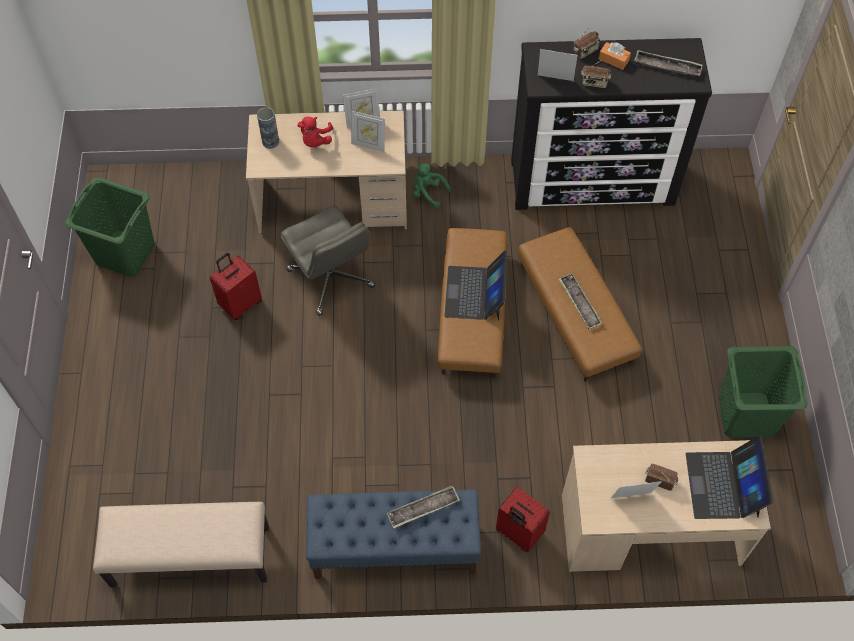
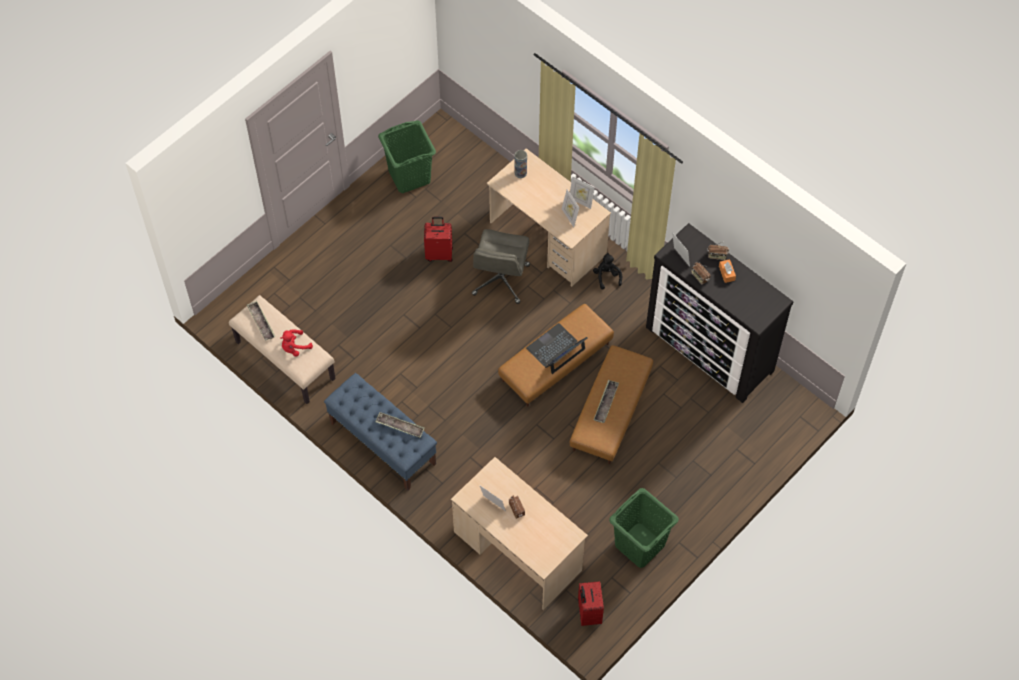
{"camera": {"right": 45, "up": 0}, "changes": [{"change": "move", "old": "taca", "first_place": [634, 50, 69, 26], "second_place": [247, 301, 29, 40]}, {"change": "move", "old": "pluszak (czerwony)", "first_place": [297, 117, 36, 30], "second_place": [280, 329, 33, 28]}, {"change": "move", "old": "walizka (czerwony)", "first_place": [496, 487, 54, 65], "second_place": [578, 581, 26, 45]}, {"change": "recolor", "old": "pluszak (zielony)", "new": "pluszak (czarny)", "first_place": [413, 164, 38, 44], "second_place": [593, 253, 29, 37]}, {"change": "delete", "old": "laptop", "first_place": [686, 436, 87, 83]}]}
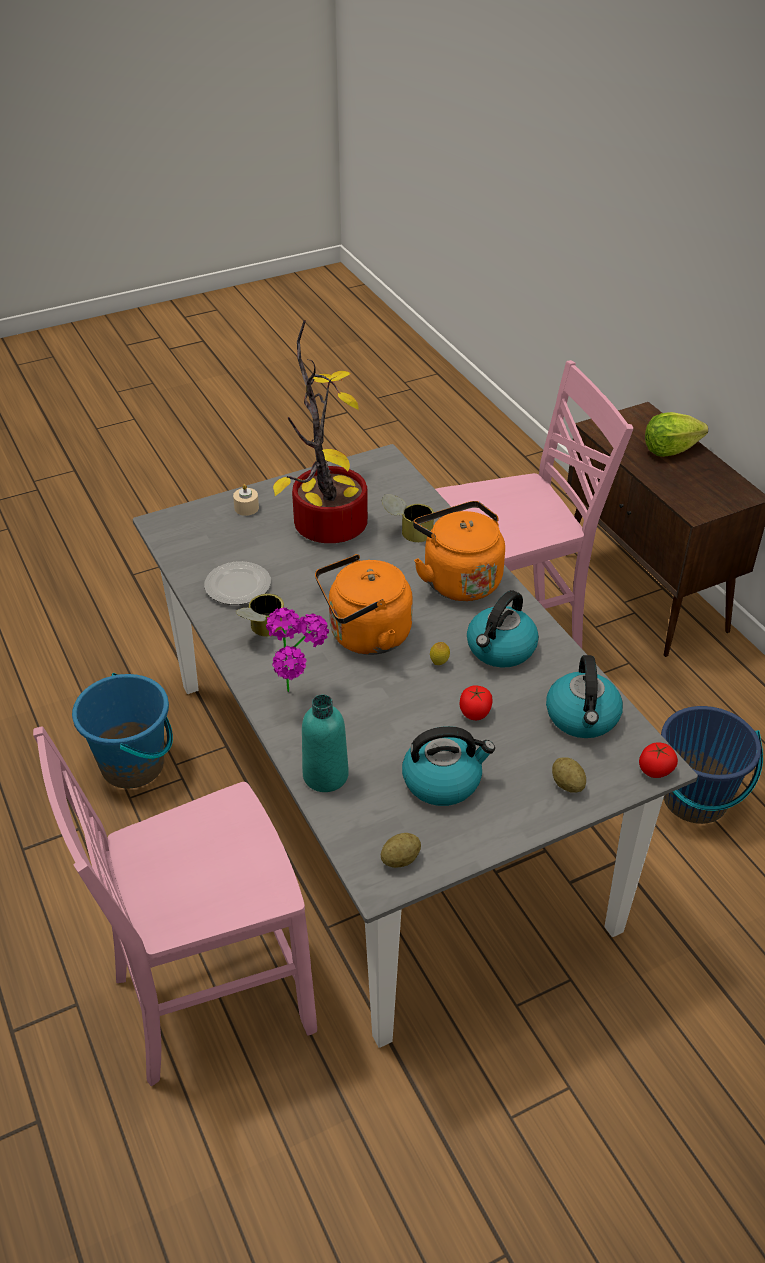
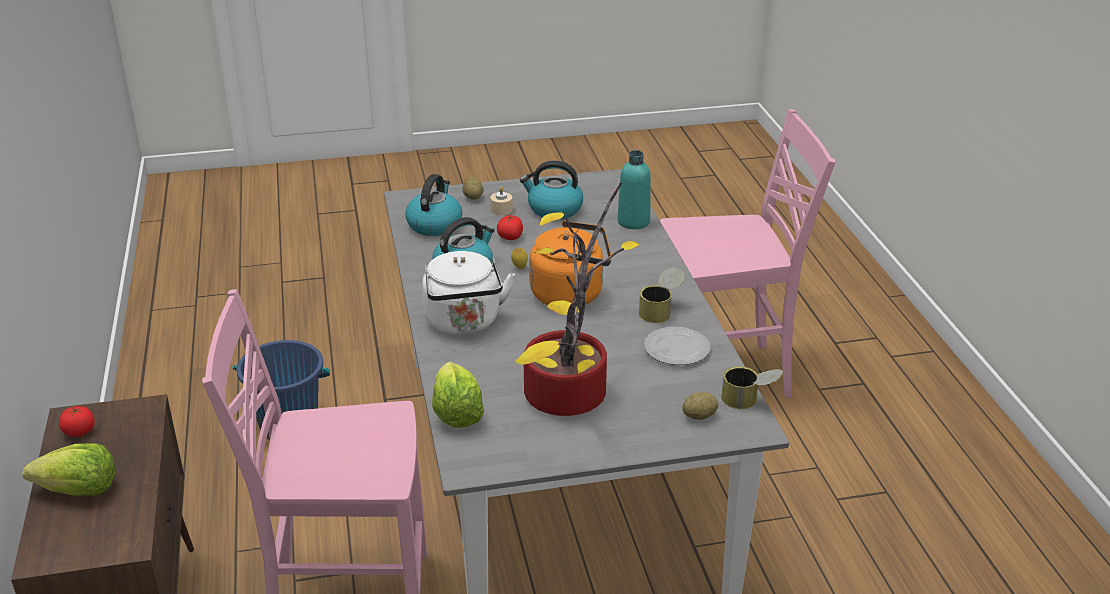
{"camera": {"right": -165, "up": -10}, "changes": [{"change": "move", "old": "pomidor", "first_place": [639, 742, 39, 36], "second_place": [59, 406, 36, 31]}, {"change": "recolor", "old": "czajnik (pomarańczowy)", "new": "czajnik (biały)", "first_place": [413, 501, 92, 100], "second_place": [422, 251, 93, 84]}, {"change": "insert", "new": "sałata", "second_place": [432, 362, 52, 66]}, {"change": "move", "old": "świeca (beżowy)", "first_place": [233, 484, 26, 32], "second_place": [490, 187, 23, 28]}, {"change": "move", "old": "ziemniak", "first_place": [381, 833, 40, 35], "second_place": [682, 392, 36, 28]}, {"change": "move", "old": "puszka", "first_place": [382, 494, 52, 48], "second_place": [721, 366, 62, 43]}, {"change": "delete", "old": "wiadro (niebieski)", "first_place": [72, 673, 101, 116]}, {"change": "delete", "old": "roślina doniczkowa", "first_place": [266, 607, 63, 85]}]}
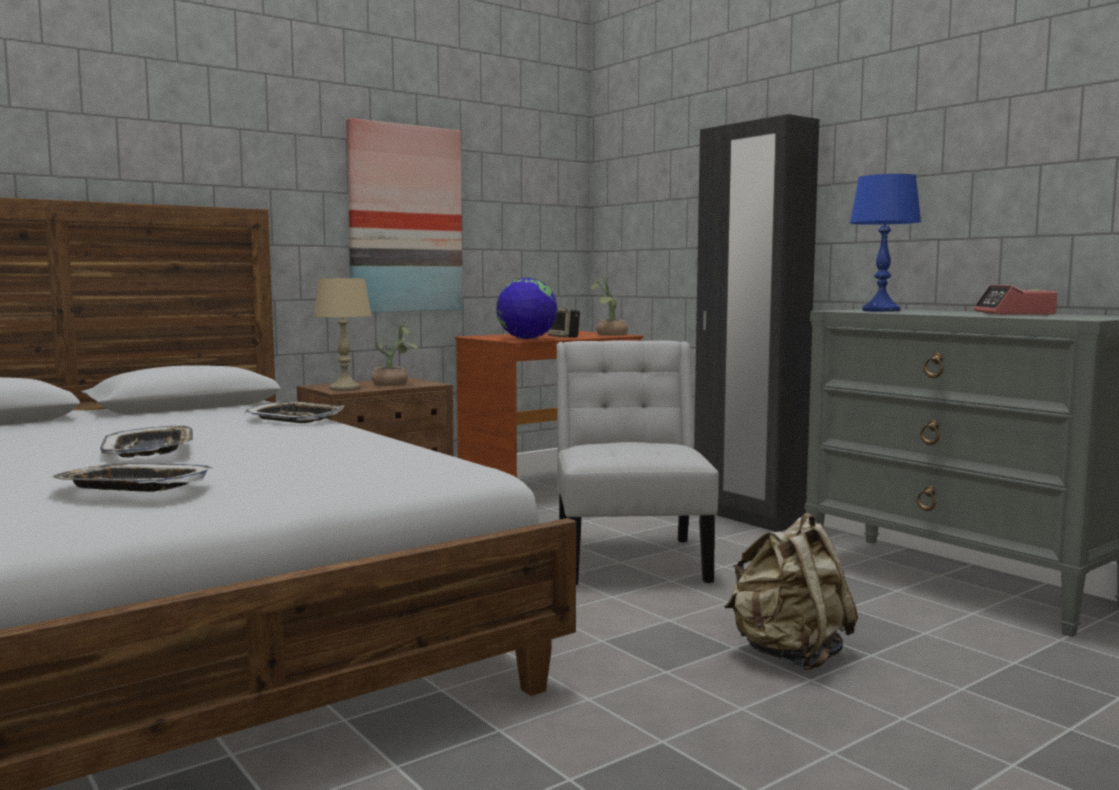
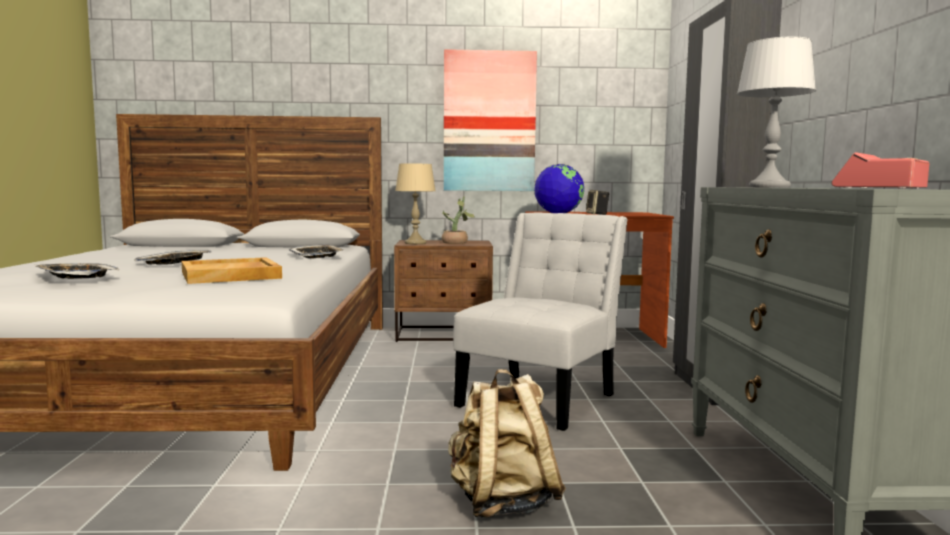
{"camera": {"right": 35, "up": 0}, "changes": [{"change": "insert", "new": "taca (beżowy)", "second_place": [182, 257, 100, 27]}, {"change": "recolor", "old": "lampa stołowa (niebieski)", "new": "lampa stołowa (szary)", "first_place": [850, 174, 71, 138], "second_place": [737, 37, 79, 150]}, {"change": "delete", "old": "roślina doniczkowa", "first_place": [591, 278, 37, 58]}]}
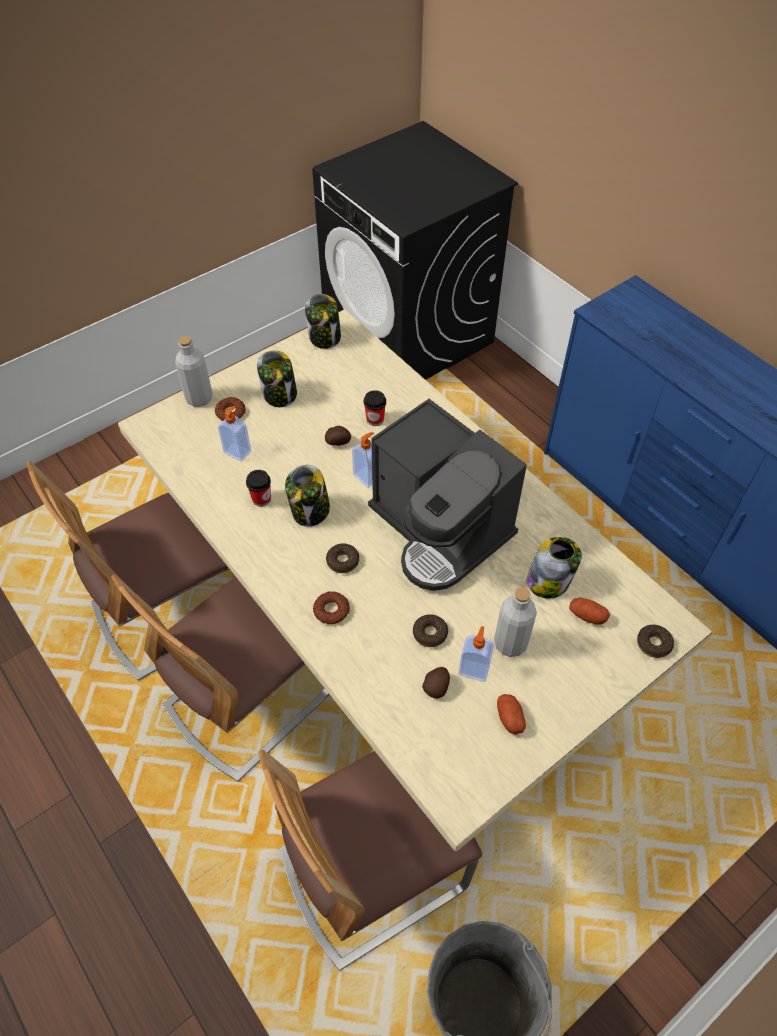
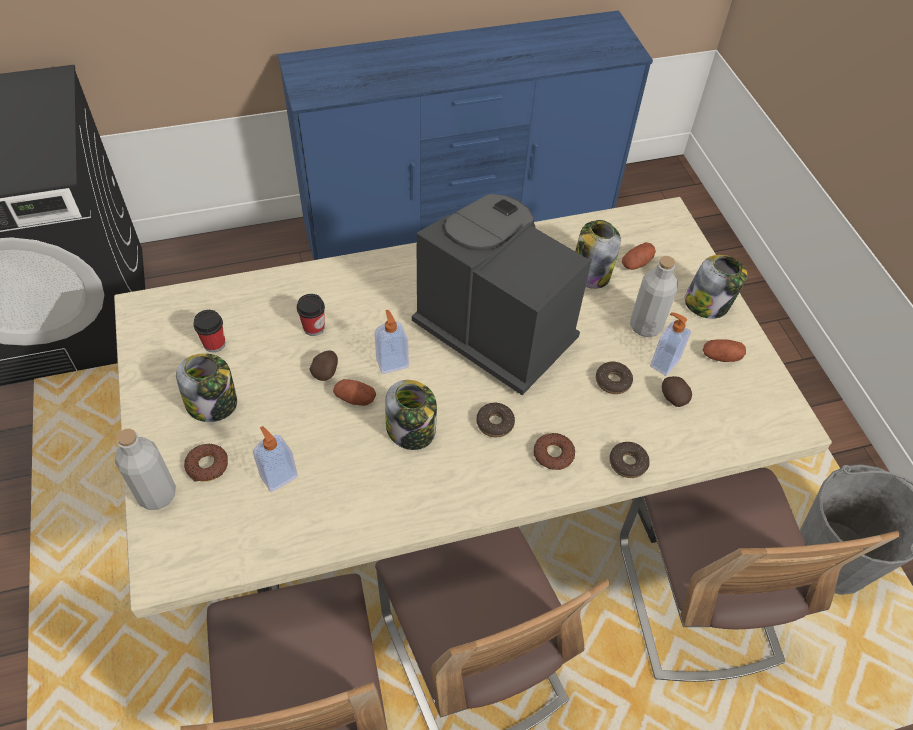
{"camera": {"right": -70, "up": 0}, "changes": [{"change": "move", "old": "filiżanka", "first_place": [246, 470, 25, 37], "second_place": [193, 310, 32, 42]}, {"change": "insert", "new": "ziemniak", "second_place": [333, 379, 43, 27]}, {"change": "rotate", "old": "ekspres do kawy", "first_place": [368, 399, 159, 192], "second_place": [412, 194, 180, 201], "degrees": -120}, {"change": "move", "old": "donut", "first_place": [637, 625, 37, 33], "second_place": [609, 442, 41, 36]}, {"change": "move", "old": "słoik", "first_place": [305, 294, 36, 55], "second_place": [684, 255, 63, 64]}]}
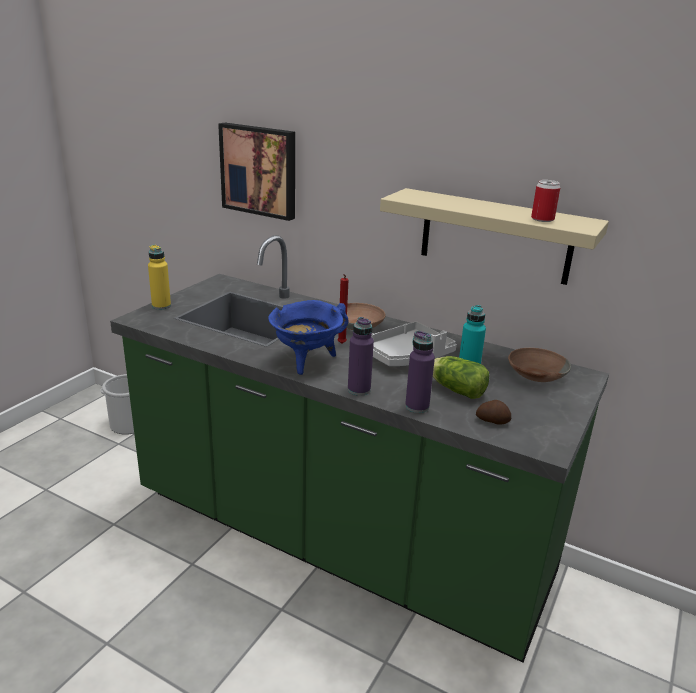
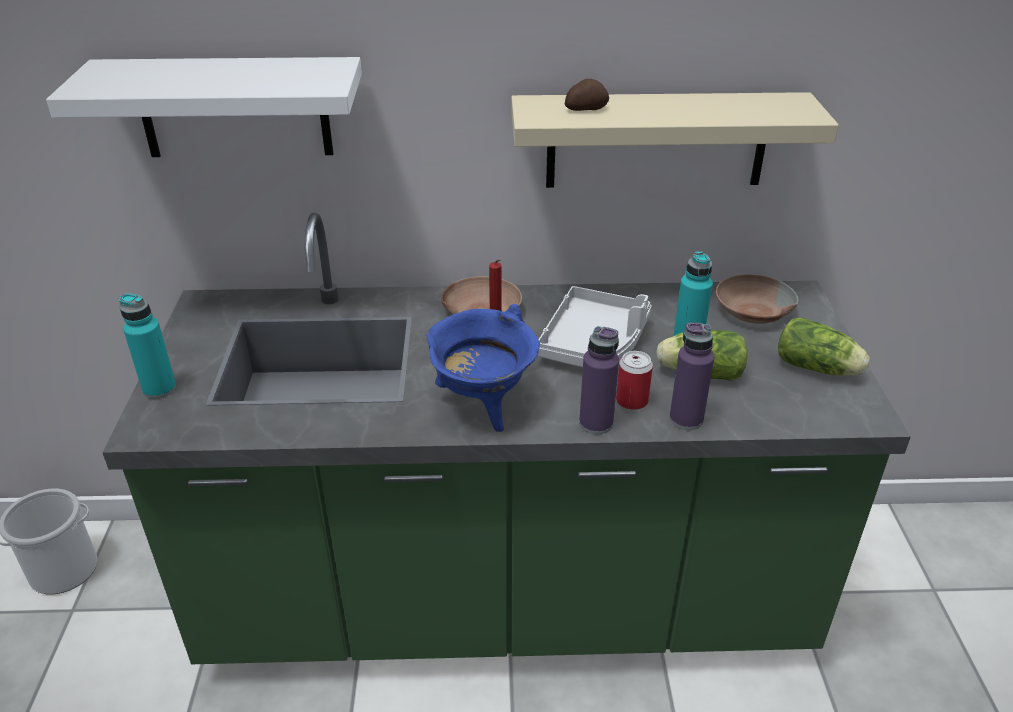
{"camera": {"right": -30, "up": 10}, "changes": [{"change": "replace", "old": "obraz", "new": "półka (biały)", "first_place": [218, 123, 77, 98], "second_place": [46, 57, 316, 100]}, {"change": "recolor", "old": "butelka (żółty)", "new": "butelka (turkusowy)", "first_place": [148, 245, 23, 65], "second_place": [119, 293, 57, 106]}, {"change": "move", "old": "ziemniak", "first_place": [476, 400, 35, 25], "second_place": [565, 79, 44, 32]}, {"change": "move", "old": "puszka", "first_place": [531, 180, 29, 42], "second_place": [616, 351, 37, 59]}, {"change": "insert", "new": "sałata", "second_place": [778, 317, 92, 59]}]}
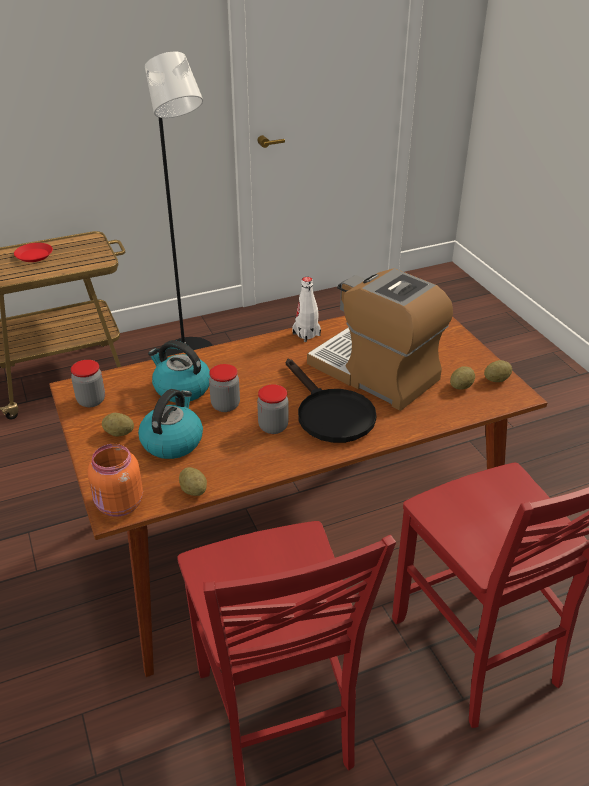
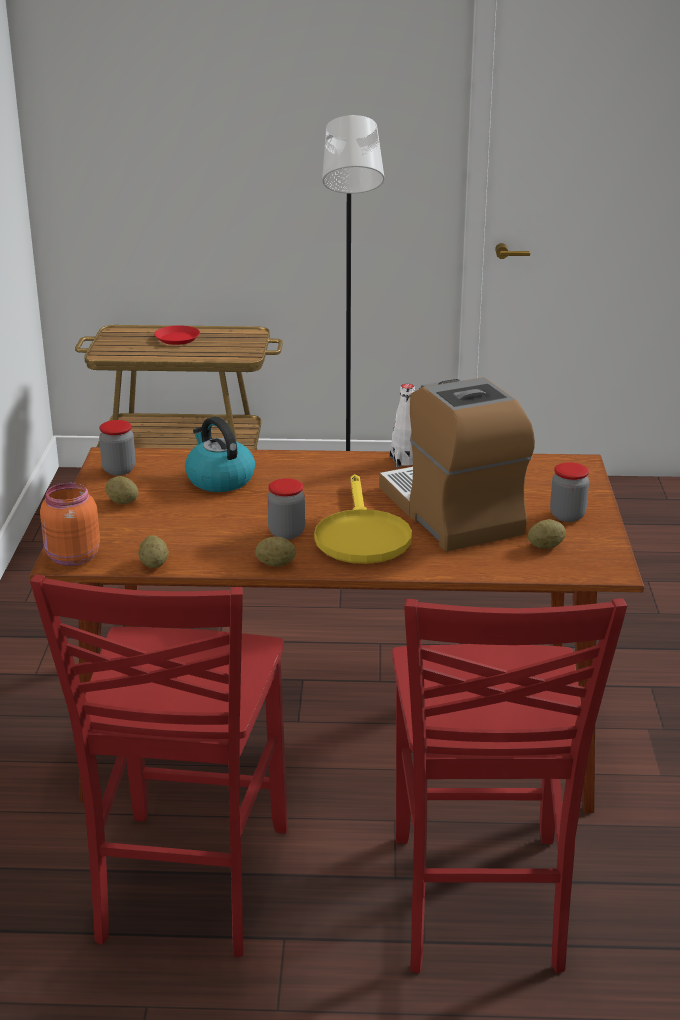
{"camera": {"right": 25, "up": -10}, "changes": [{"change": "move", "old": "ziemniak", "first_place": [484, 360, 28, 22], "second_place": [255, 537, 41, 29]}, {"change": "recolor", "old": "patelnia (czarny)", "new": "patelnia (żółty)", "first_place": [286, 359, 90, 84], "second_place": [314, 474, 98, 90]}, {"change": "move", "old": "słoik", "first_place": [209, 364, 31, 48], "second_place": [550, 462, 39, 60]}, {"change": "delete", "old": "czajnik", "first_place": [138, 389, 65, 70]}]}
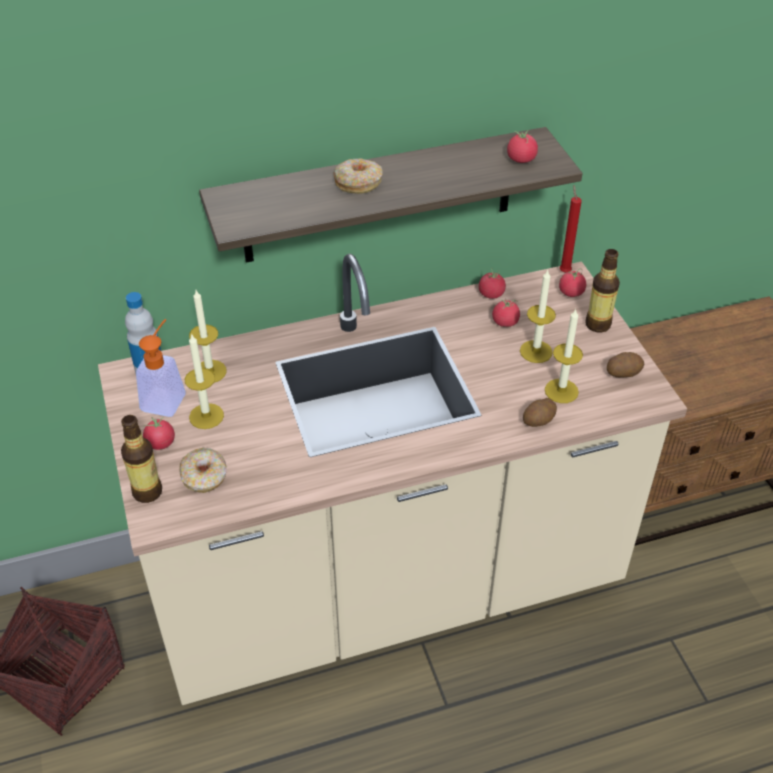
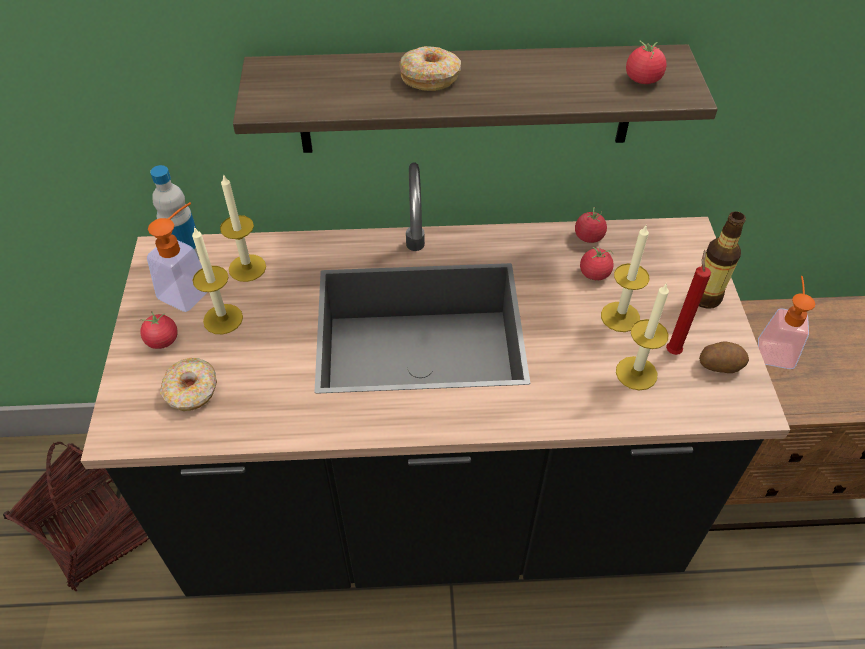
{"camera": {"right": 15, "up": 5}, "changes": [{"change": "recolor", "old": "zabudowa kuchenna (beżowy)", "new": "zabudowa kuchenna (czarny)", "first_place": [98, 254, 589, 451], "second_place": [81, 163, 709, 434]}, {"change": "move", "old": "świeca (czerwony)", "first_place": [560, 185, 22, 88], "second_place": [666, 250, 45, 105]}, {"change": "insert", "new": "dozownik mydła", "second_place": [758, 276, 57, 93]}, {"change": "delete", "old": "butelka", "first_place": [121, 415, 41, 88]}, {"change": "delete", "old": "ziemniak", "first_place": [523, 398, 34, 29]}, {"change": "delete", "old": "pomidor", "first_place": [559, 268, 27, 29]}]}
